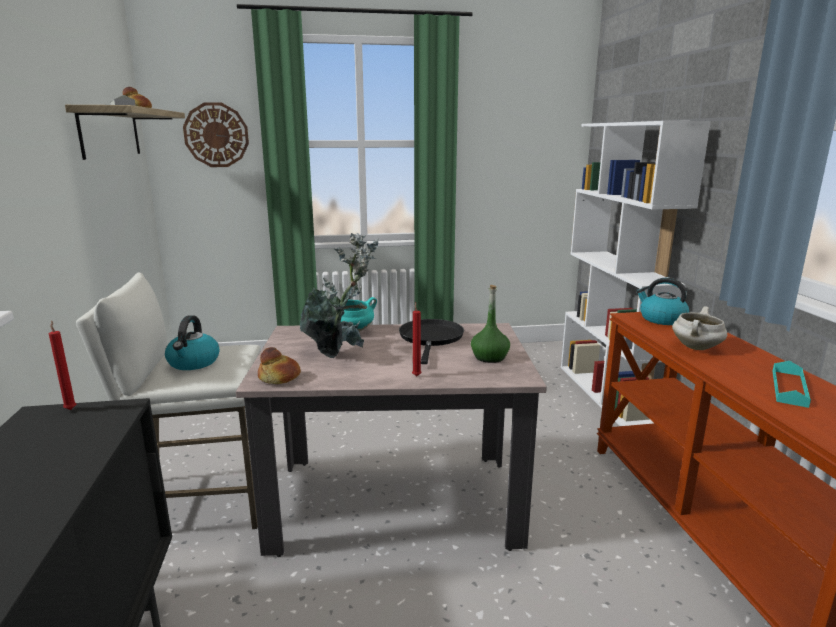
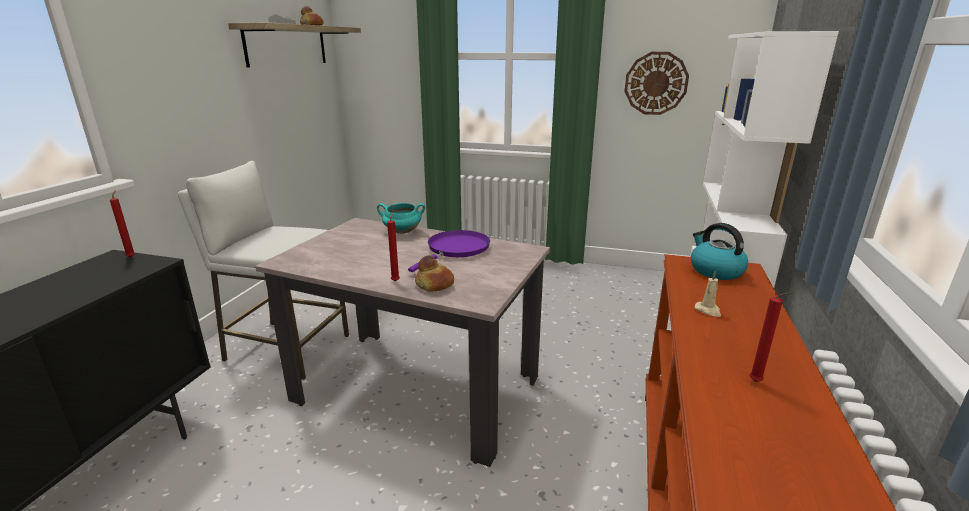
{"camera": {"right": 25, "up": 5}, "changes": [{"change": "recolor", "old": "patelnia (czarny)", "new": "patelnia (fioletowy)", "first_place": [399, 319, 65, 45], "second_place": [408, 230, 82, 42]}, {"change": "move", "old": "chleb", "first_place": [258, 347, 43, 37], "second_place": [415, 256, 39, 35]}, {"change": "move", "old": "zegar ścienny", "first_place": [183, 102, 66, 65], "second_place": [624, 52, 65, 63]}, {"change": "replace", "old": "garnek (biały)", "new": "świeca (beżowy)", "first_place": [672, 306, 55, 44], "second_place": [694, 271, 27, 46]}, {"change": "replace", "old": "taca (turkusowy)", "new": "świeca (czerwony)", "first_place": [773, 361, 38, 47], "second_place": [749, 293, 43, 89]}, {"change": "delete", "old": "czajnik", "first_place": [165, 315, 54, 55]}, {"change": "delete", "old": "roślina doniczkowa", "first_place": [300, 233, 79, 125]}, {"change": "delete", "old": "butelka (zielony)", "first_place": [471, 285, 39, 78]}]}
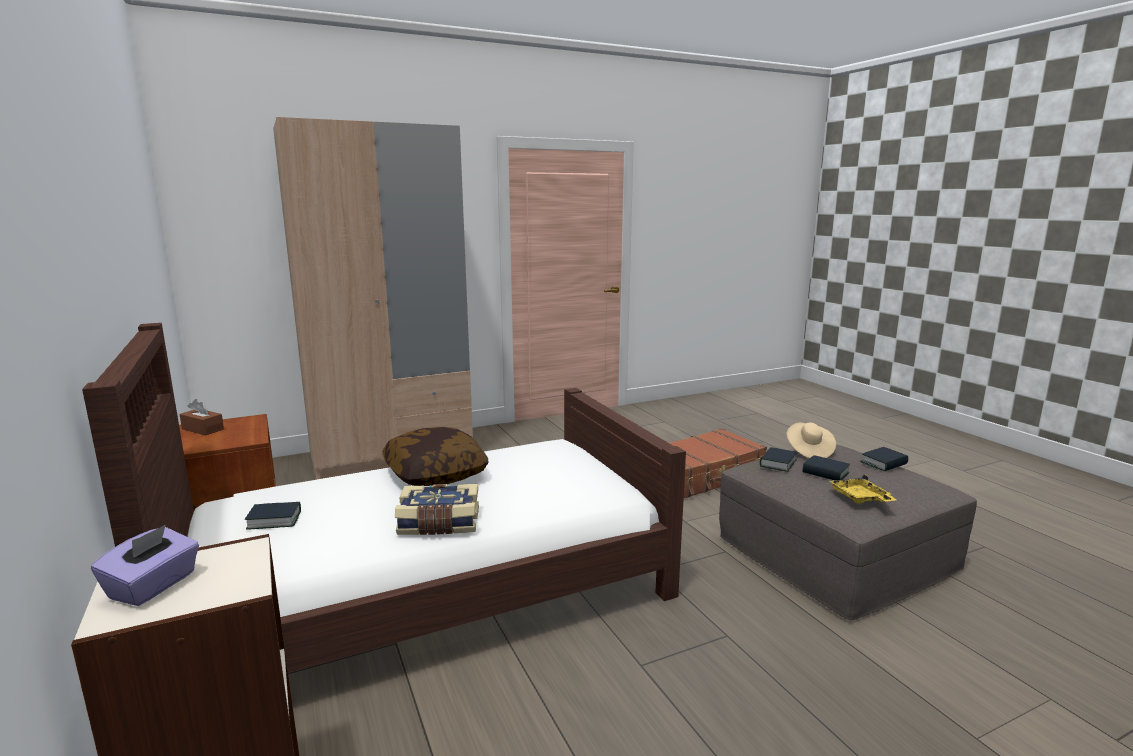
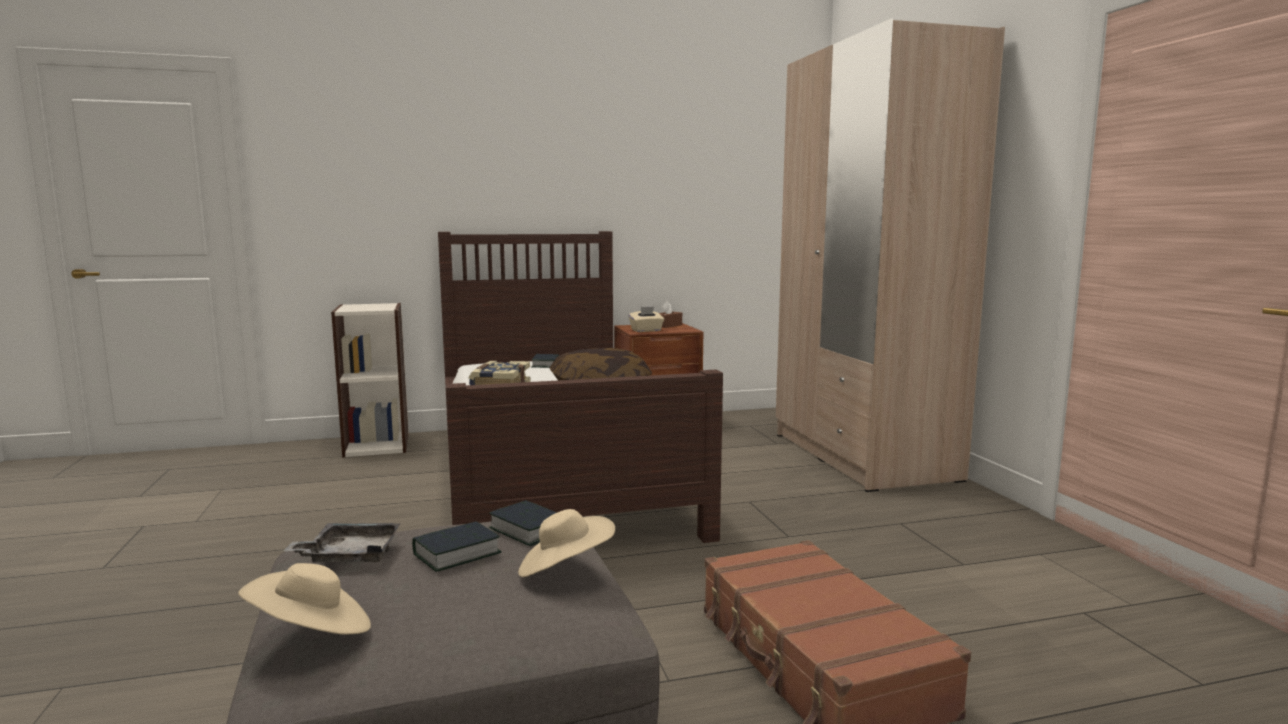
{"camera": {"right": 100, "up": -5}, "changes": [{"change": "insert", "new": "kapelusz (beżowy)", "second_place": [238, 563, 133, 72]}, {"change": "recolor", "old": "taca (żółty)", "new": "taca (szary)", "first_place": [829, 474, 68, 30], "second_place": [283, 523, 118, 40]}, {"change": "insert", "new": "pudełko chusteczek (beżowy)", "second_place": [629, 307, 35, 25]}, {"change": "delete", "old": "pudełko chusteczek (fioletowy)", "first_place": [91, 525, 108, 81]}, {"change": "delete", "old": "książka", "first_place": [860, 447, 48, 24]}]}
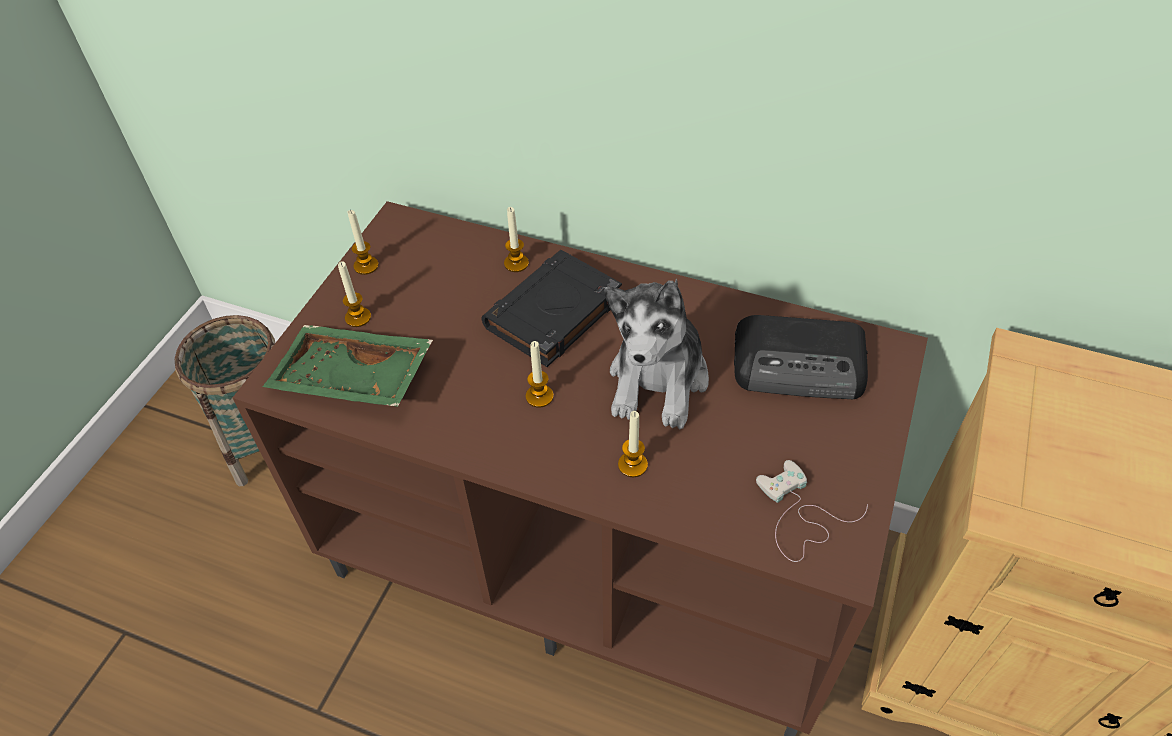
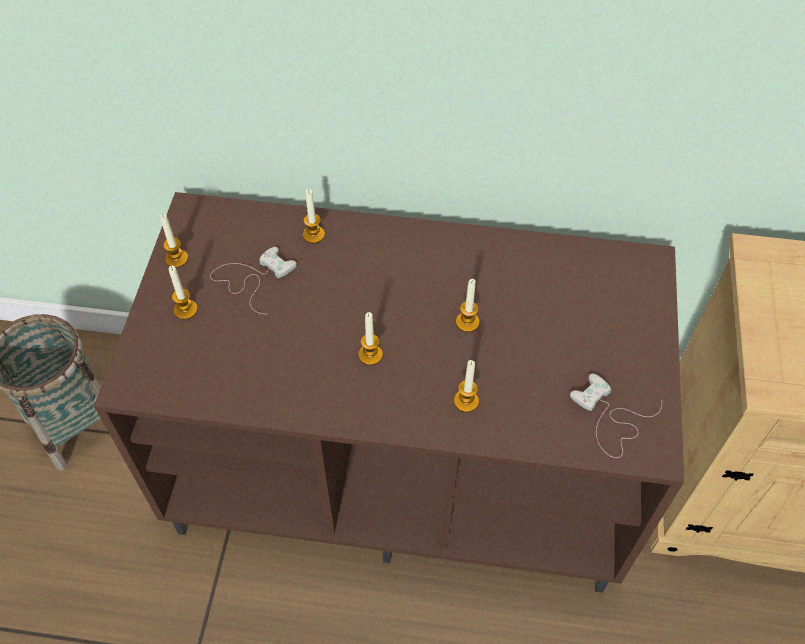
{"camera": {"right": -15, "up": 5}, "changes": [{"change": "insert", "new": "pad do gier (biały)", "second_place": [210, 247, 87, 67]}, {"change": "replace", "old": "pluszak", "new": "świeca", "first_place": [604, 279, 105, 151], "second_place": [456, 279, 24, 53]}, {"change": "delete", "old": "taca (zielony)", "first_place": [263, 325, 170, 82]}, {"change": "delete", "old": "książka (czarny)", "first_place": [482, 250, 140, 117]}, {"change": "delete", "old": "radio", "first_place": [734, 315, 134, 84]}]}
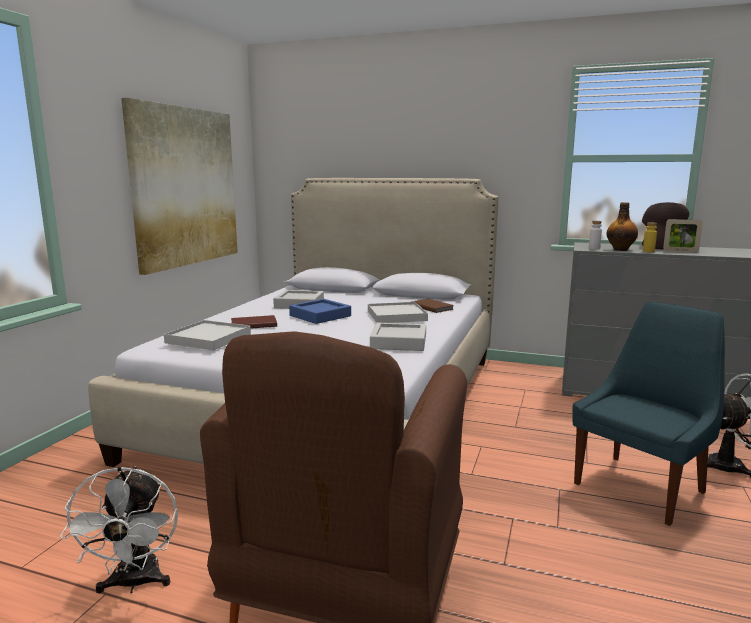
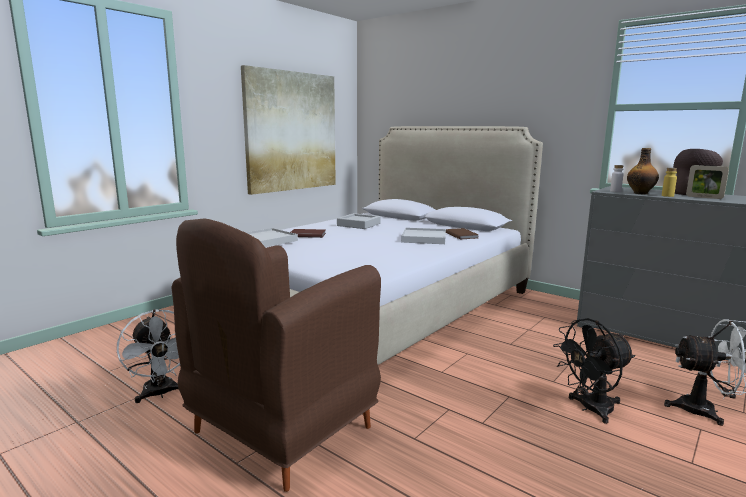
{"camera": {"right": 20, "up": 0}, "changes": [{"change": "rotate", "old": "wentylator (biały)", "first_place": [60, 466, 118, 127], "second_place": [117, 309, 63, 94], "degrees": -45}, {"change": "replace", "old": "krzesło (niebieski)", "new": "wentylator (czarny)", "first_place": [572, 302, 153, 224], "second_place": [553, 318, 82, 106]}, {"change": "delete", "old": "taca (niebieski)", "first_place": [289, 299, 62, 25]}, {"change": "delete", "old": "taca (szary)", "first_place": [370, 323, 56, 28]}]}
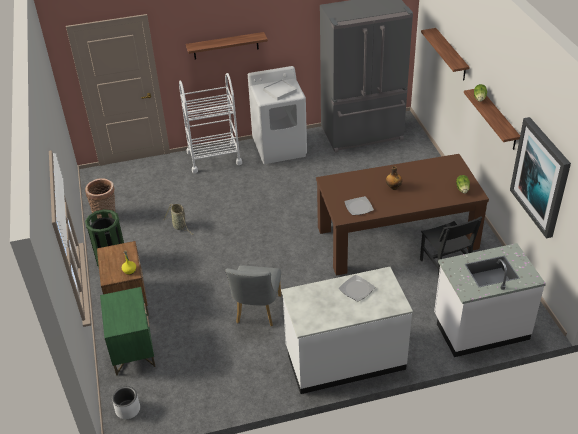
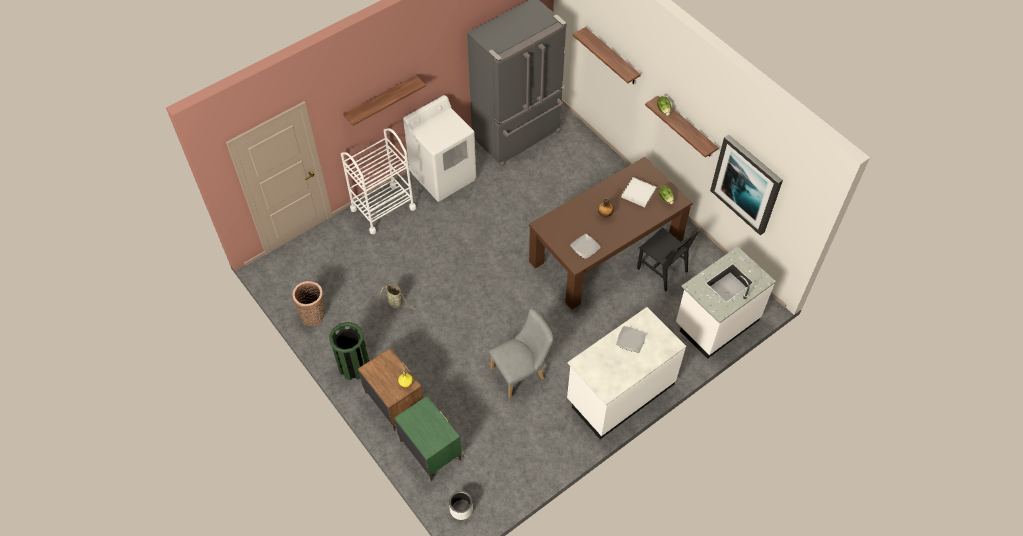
{"camera": {"right": -25, "up": 15}, "changes": [{"change": "rotate", "old": "krzesło (szary)", "first_place": [225, 265, 56, 61], "second_place": [489, 309, 64, 89], "degrees": -105}, {"change": "move", "old": "taca (biały)", "first_place": [263, 80, 34, 21], "second_place": [621, 177, 35, 30]}]}
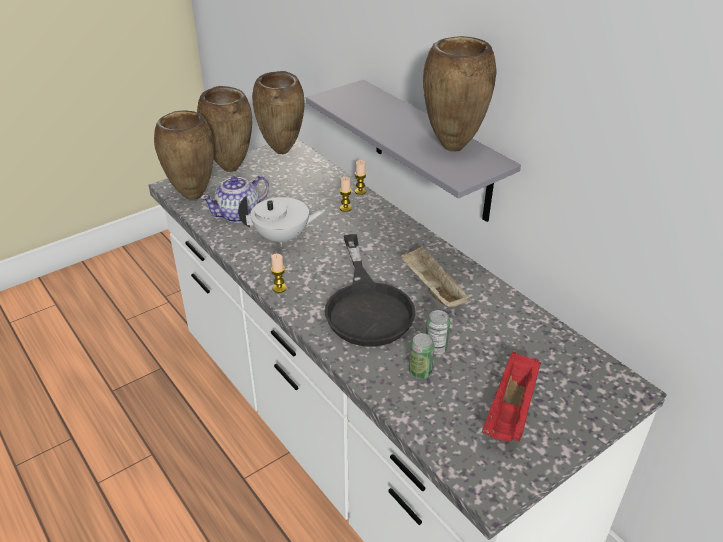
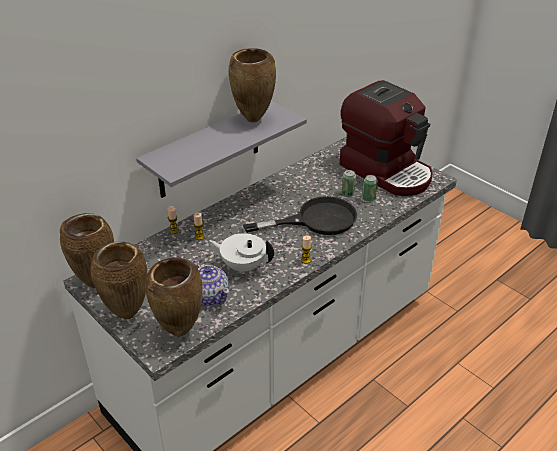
{"camera": {"right": -95, "up": 0}, "changes": [{"change": "rotate", "old": "imbryk (biały)", "first_place": [238, 196, 88, 51], "second_place": [209, 233, 65, 41], "degrees": -60}, {"change": "replace", "old": "taca (czerwony)", "new": "ekspres do kawy", "first_place": [482, 351, 59, 91], "second_place": [340, 80, 93, 116]}, {"change": "delete", "old": "taca (beżowy)", "first_place": [400, 246, 71, 61]}]}
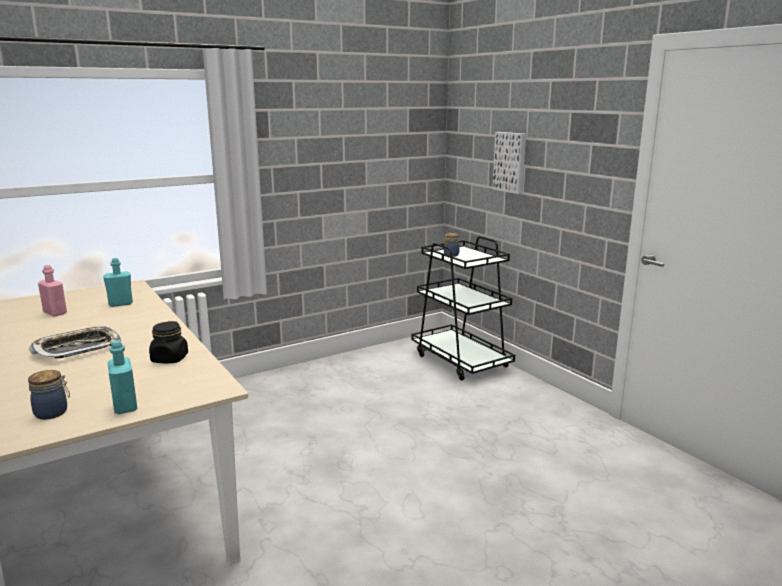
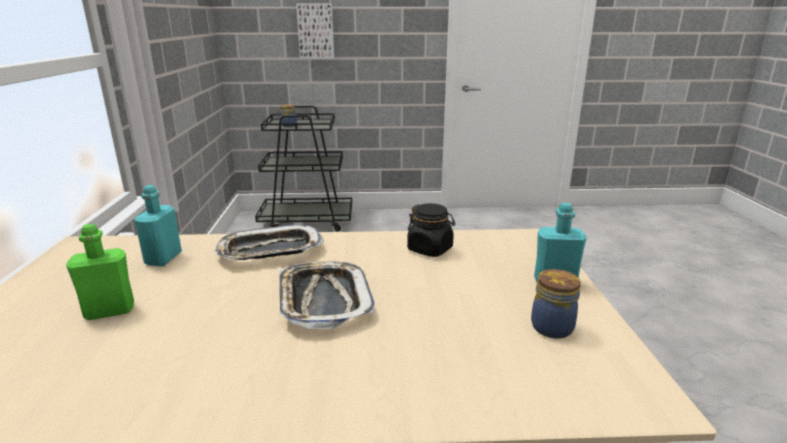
{"camera": {"right": -60, "up": 5}, "changes": [{"change": "recolor", "old": "butelka (różowy)", "new": "butelka (zielony)", "first_place": [38, 265, 29, 52], "second_place": [66, 224, 68, 96]}, {"change": "insert", "new": "taca", "second_place": [215, 224, 109, 36]}]}
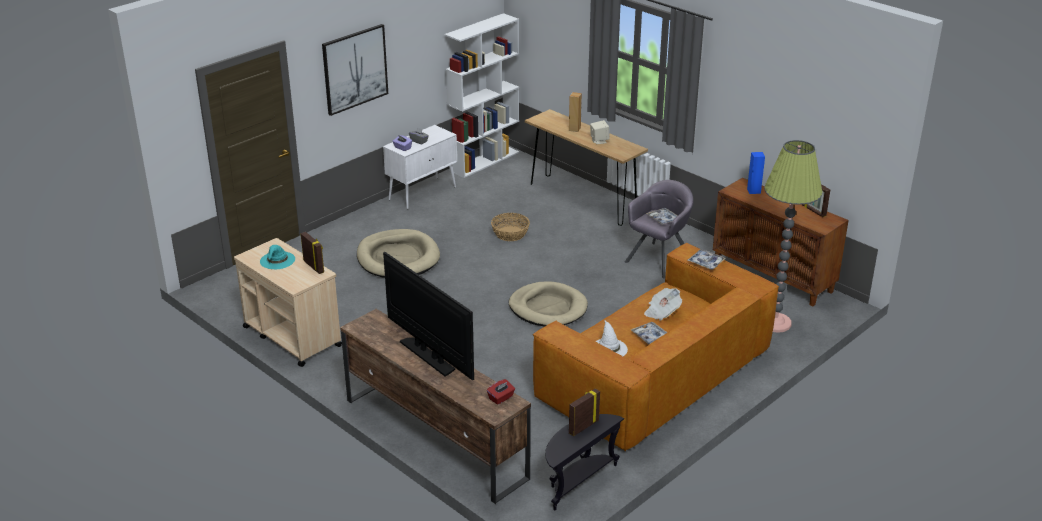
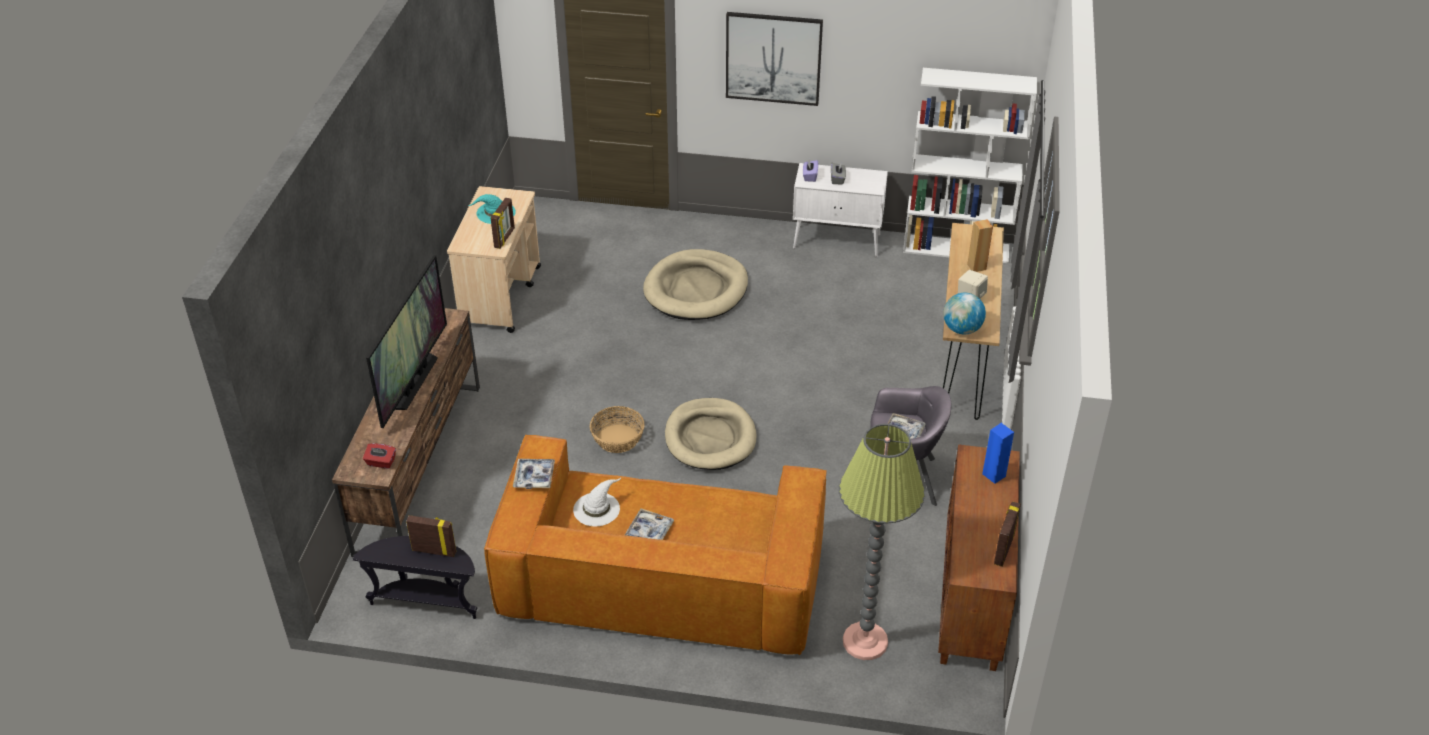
{"camera": {"right": 55, "up": 10}, "changes": [{"change": "move", "old": "taca", "first_place": [687, 249, 39, 21], "second_place": [513, 459, 42, 30]}, {"change": "move", "old": "koszyk", "first_place": [491, 213, 39, 28], "second_place": [590, 406, 55, 47]}, {"change": "insert", "new": "globus", "second_place": [943, 293, 43, 41]}, {"change": "delete", "old": "gazeta", "first_place": [644, 288, 38, 33]}]}
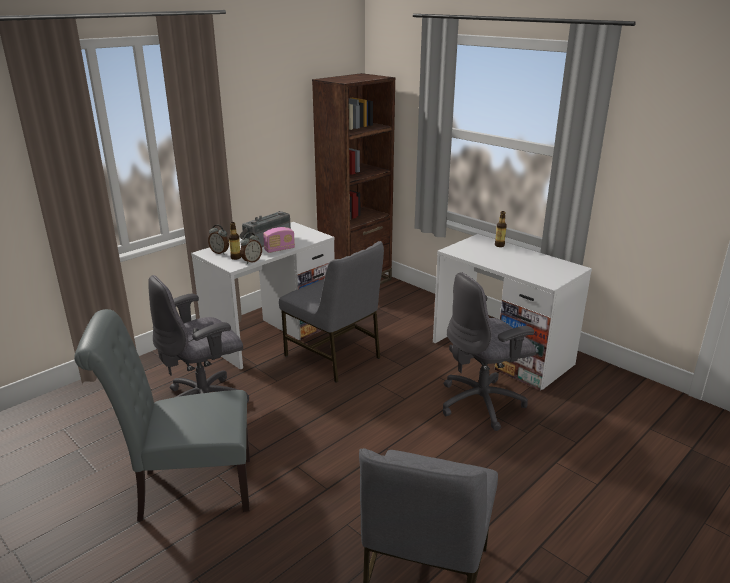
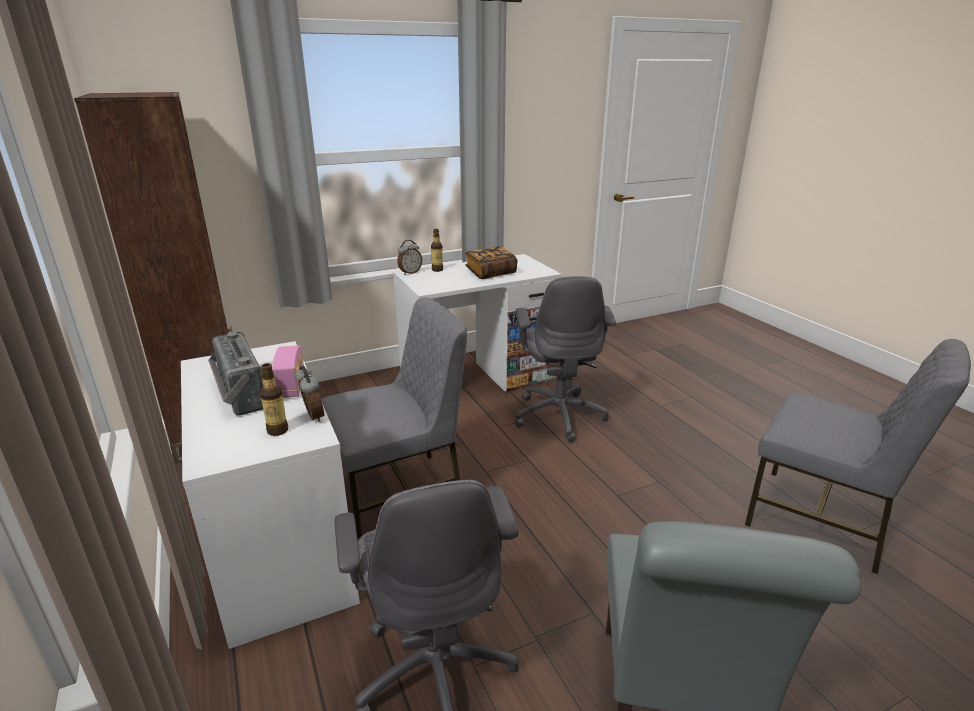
{"camera": {"right": -70, "up": 0}, "changes": [{"change": "move", "old": "budzik", "first_place": [208, 225, 21, 29], "second_place": [397, 240, 25, 35]}, {"change": "insert", "new": "książka", "second_place": [465, 247, 52, 32]}]}
